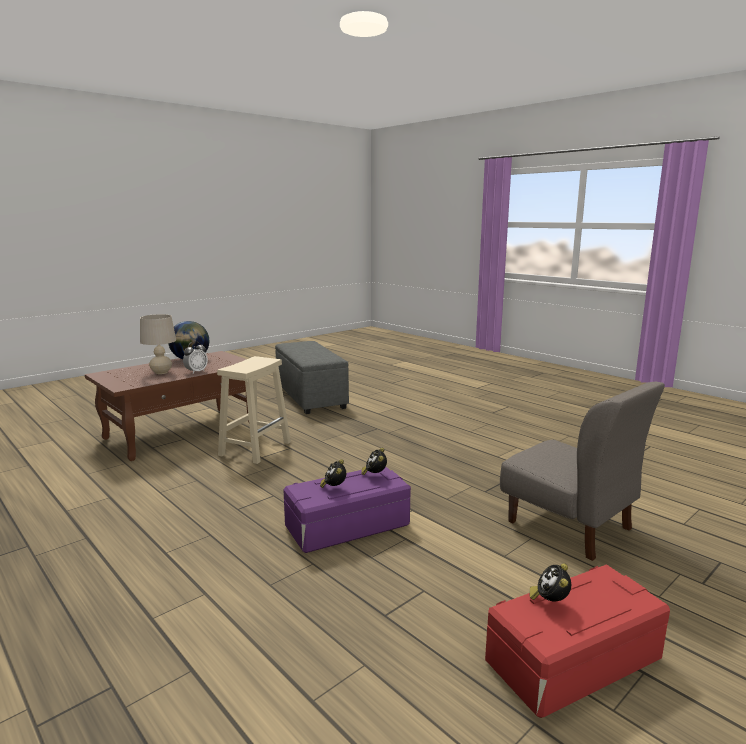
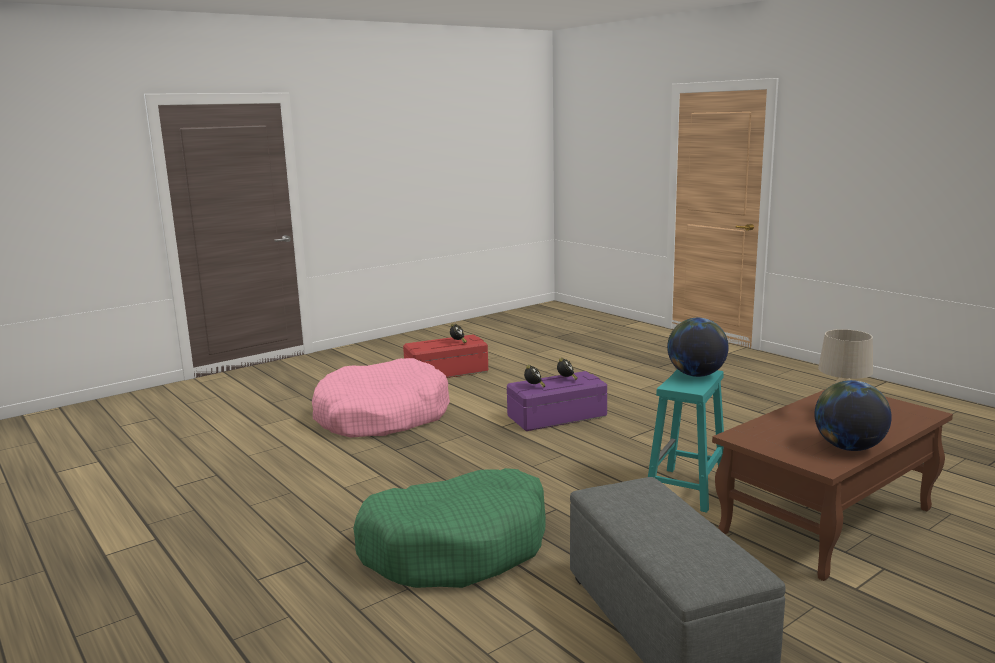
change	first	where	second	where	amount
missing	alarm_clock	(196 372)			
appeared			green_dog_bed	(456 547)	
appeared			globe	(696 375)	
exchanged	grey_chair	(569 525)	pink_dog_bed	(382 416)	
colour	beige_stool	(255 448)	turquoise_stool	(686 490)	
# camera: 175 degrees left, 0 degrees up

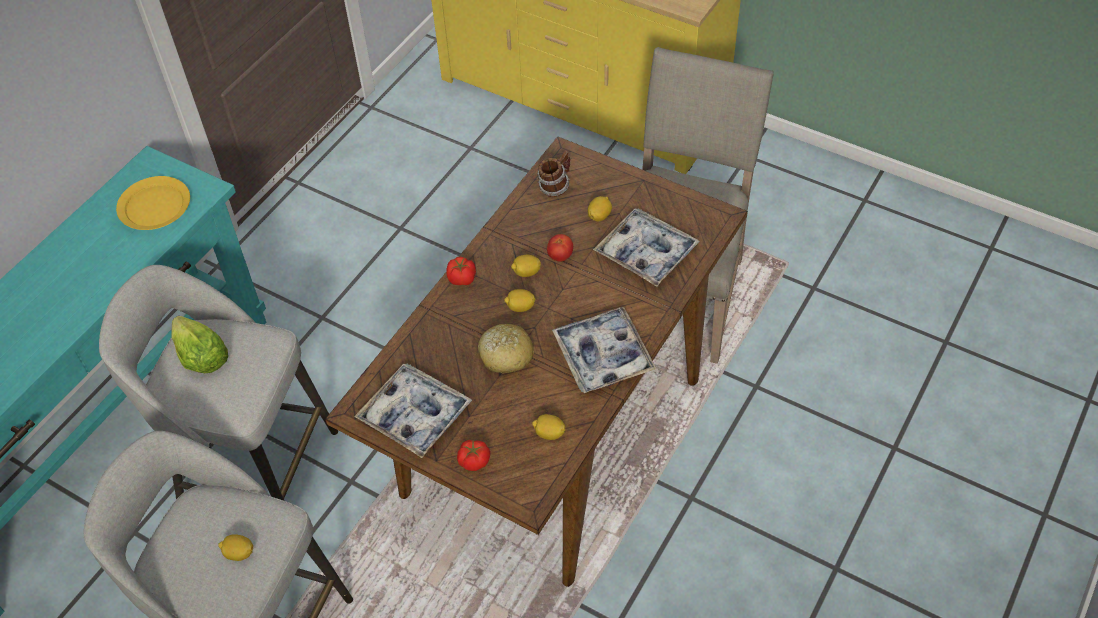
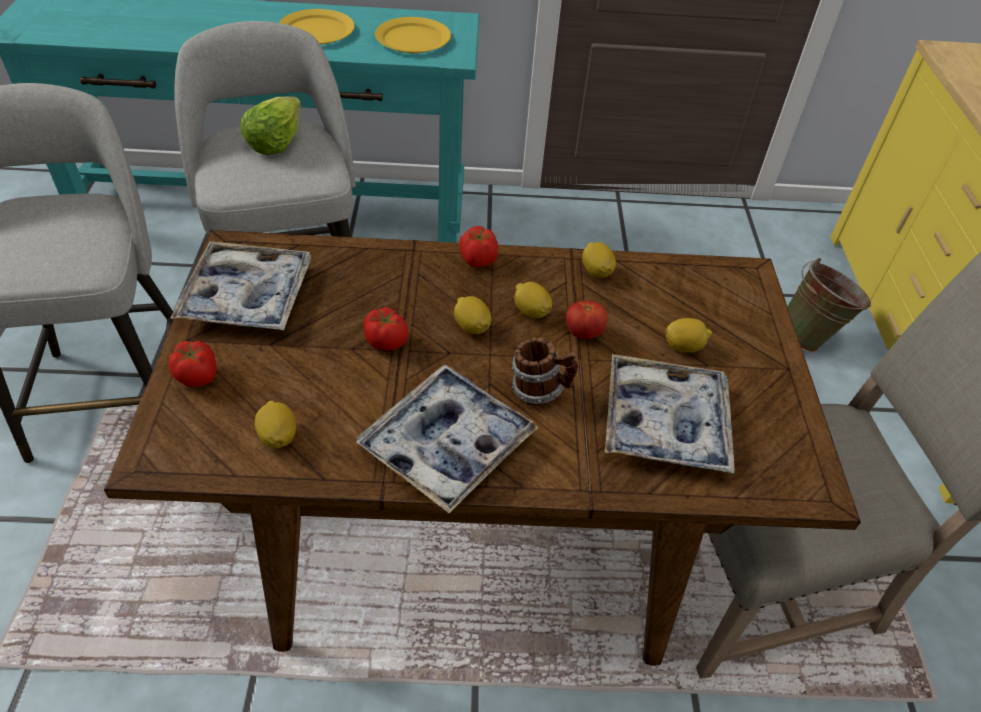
change	first	where	second	where	amount
appeared			yellow_plate	(317 31)	
appeared			green_bucket	(809 338)	
relocated	lemon	(239 553)		(596 271)	
relocated	mug	(555 187)		(540 391)	
exchanged	bread	(505 355)	tomato	(386 342)	
# camera: 55 degrees right, 5 degrees down

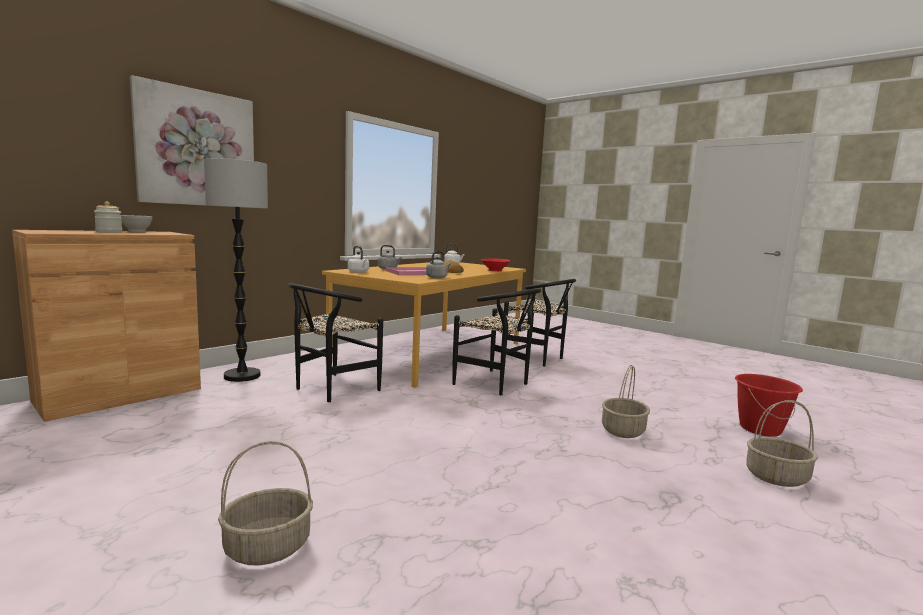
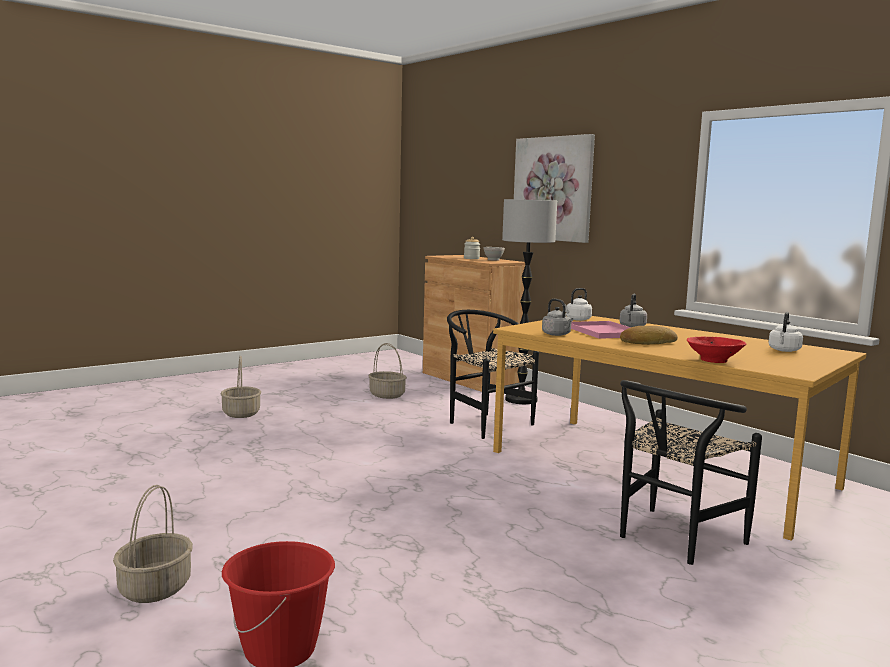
change	first	where	second	where	amount
missing	black_chair	(497 384)			
relocated	basket	(622 430)		(387 395)	
# camera: 100 degrees right, 0 degrees up

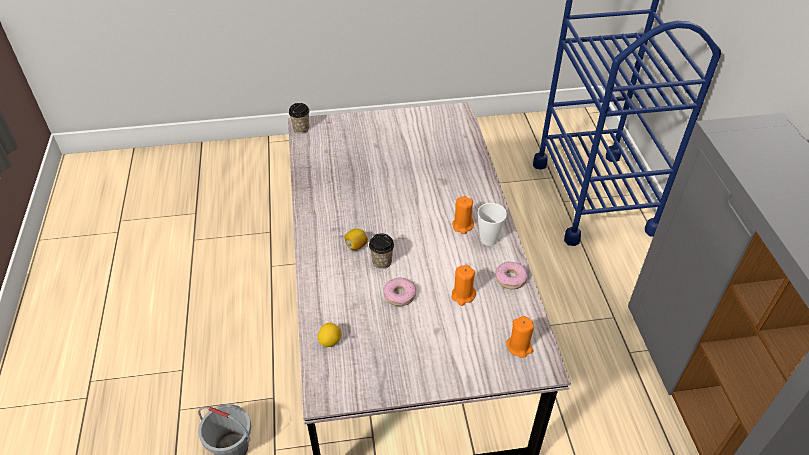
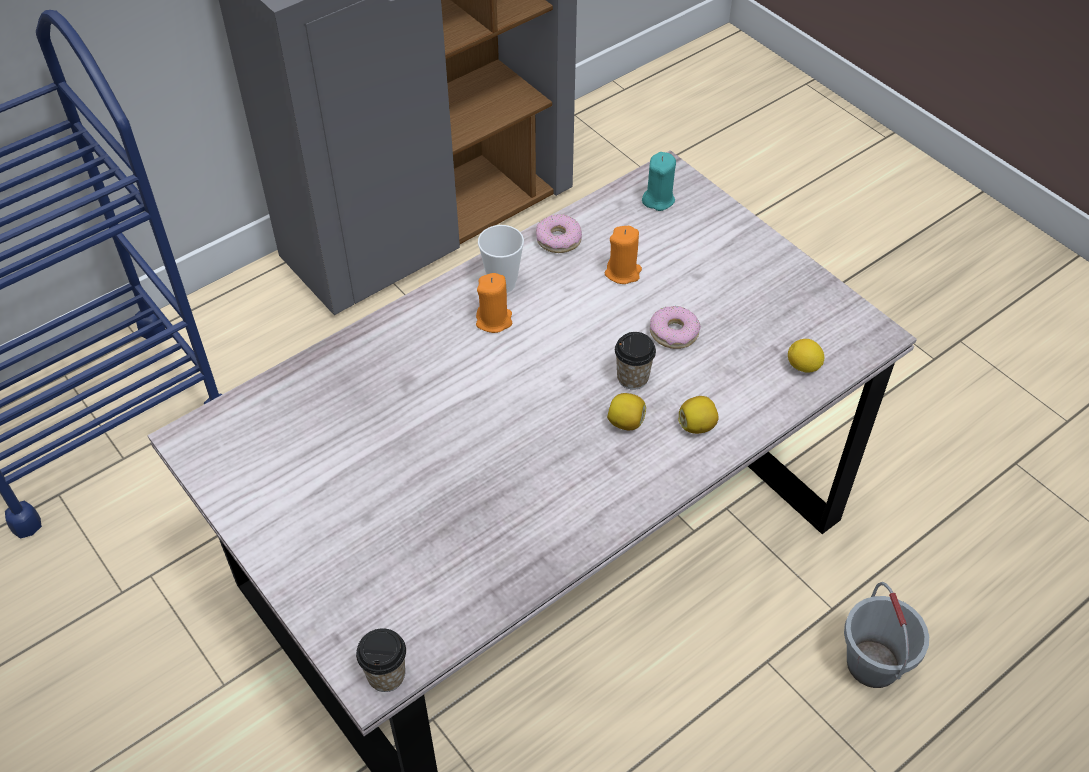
change	first	where	second	where	amount
appeared			lemon	(697 425)	
colour	orange_candle	(519 347)	turquoise_candle	(658 199)	
# camera: 120 degrees left, 5 degrees up

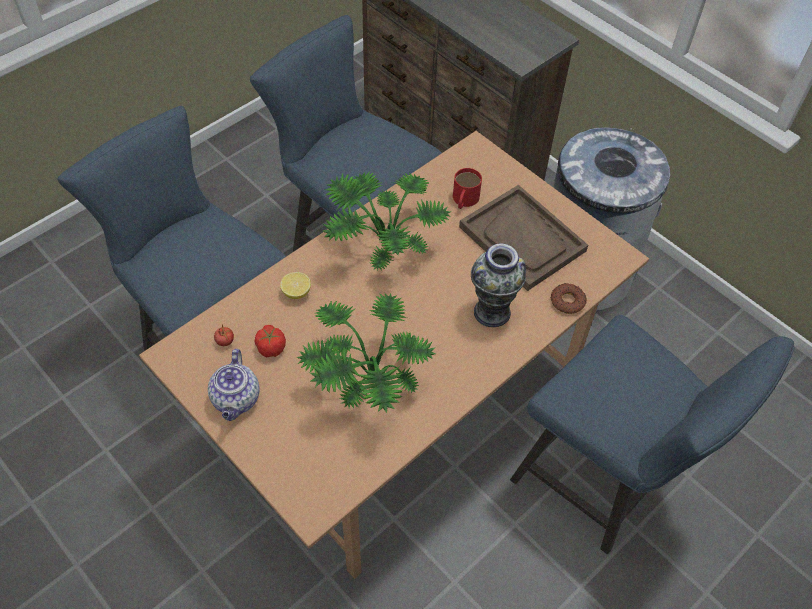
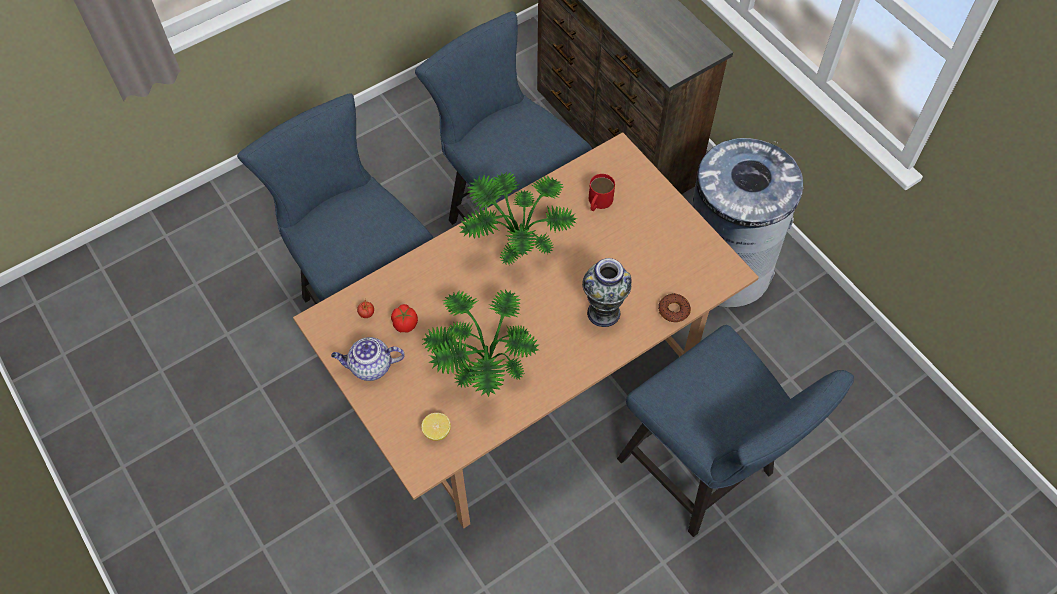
change	first	where	second	where	amount
missing	brown_tray	(522 239)			
relocated	lemon	(296 292)		(437 431)	
spun	teapot	(236 400)		(370 367)	75 degrees clockwise
# camera: 10 degrees right, 5 degrees up

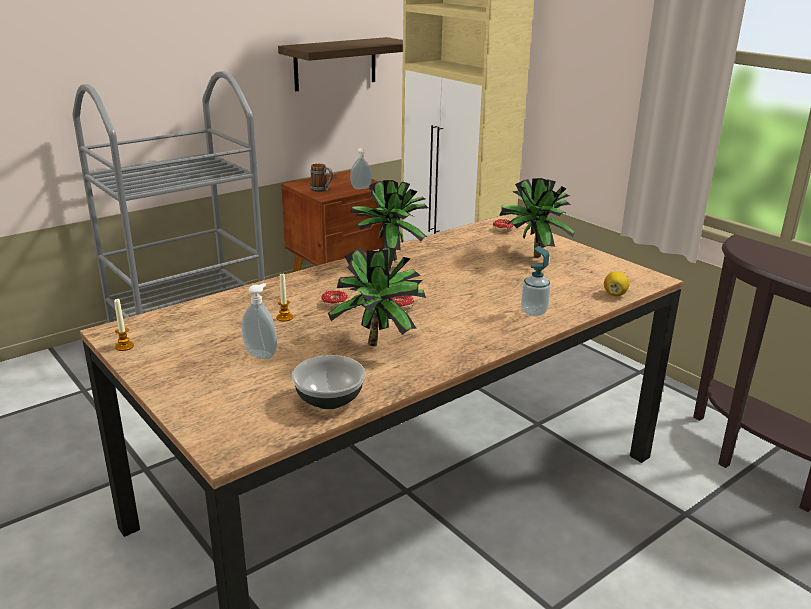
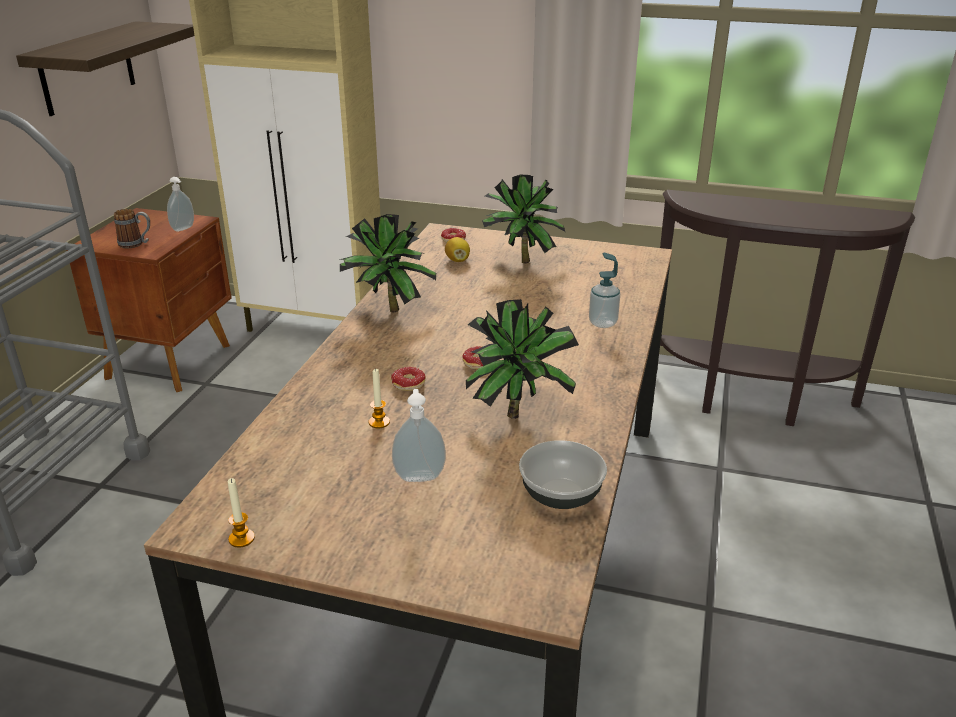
change	first	where	second	where	amount
relocated	lemon	(614 294)		(457 260)	
# camera: 35 degrees left, 5 degrees up

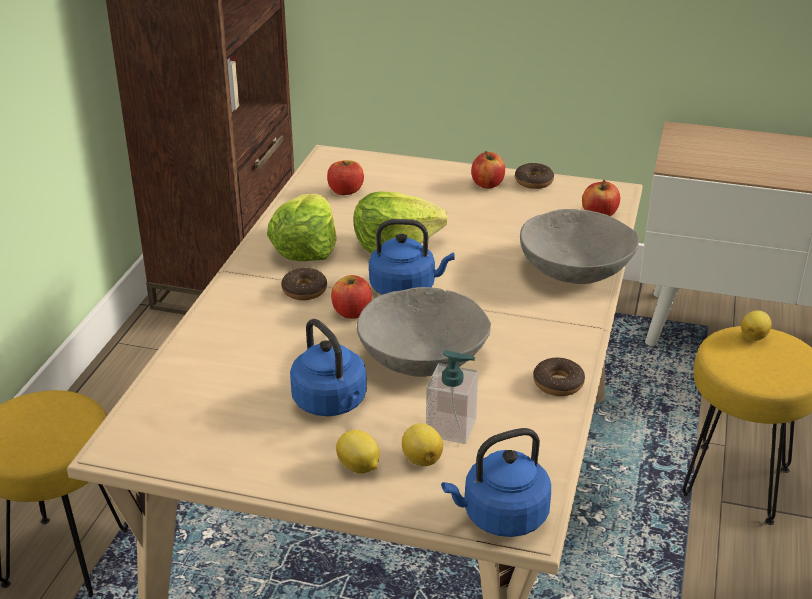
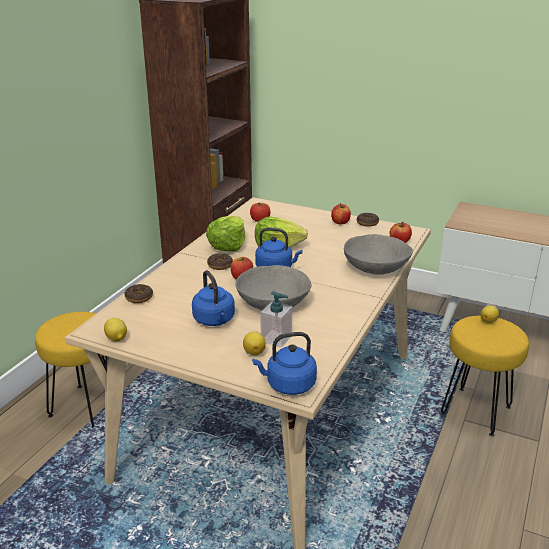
change	first	where	second	where	amount
relocated	lemon	(359 467)		(116 339)	
relocated	donut	(558 383)		(139 297)	
# camera: 10 degrees right, 5 degrees down

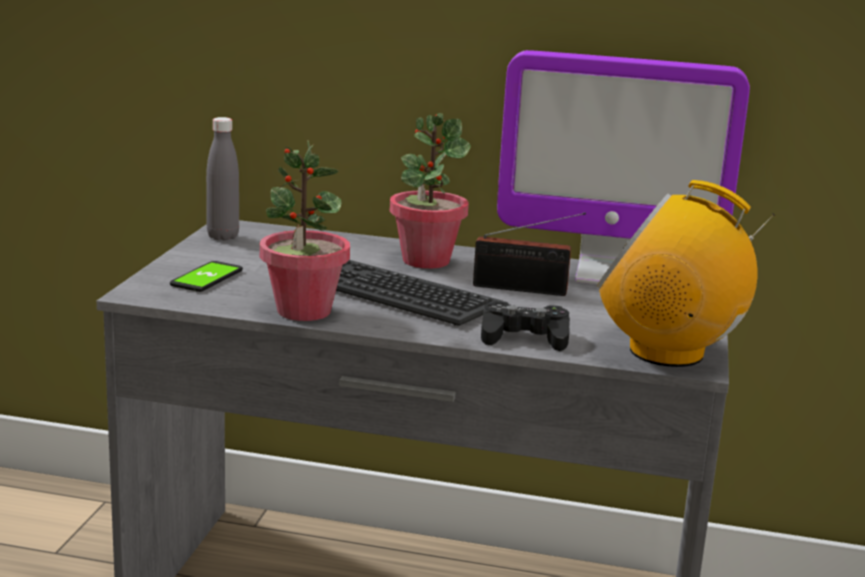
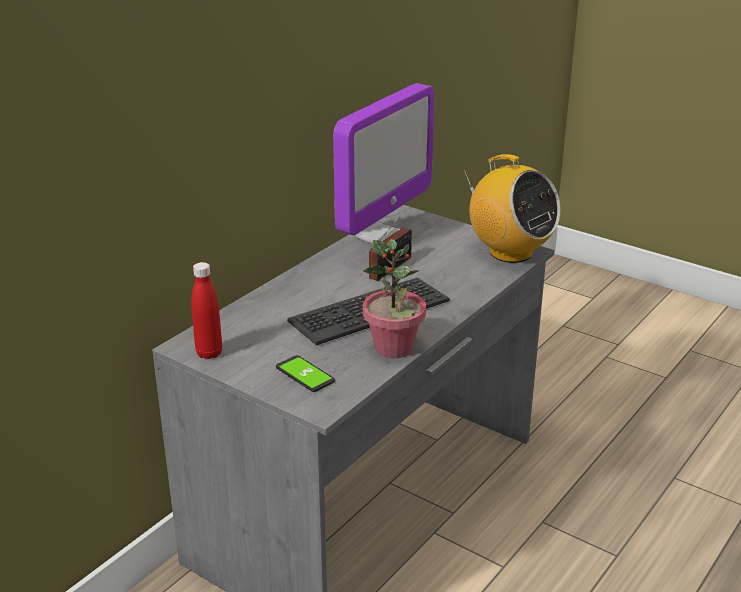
change	first	where	second	where	amount
missing	potted_plant	(425 260)			
missing	black_game_controller	(524 337)			
colour	grey_bottle	(223 236)	red_bottle	(209 353)	
spun	radio	(668 352)		(510 253)	90 degrees counterclockwise
# camera: 65 degrees left, 10 degrees up

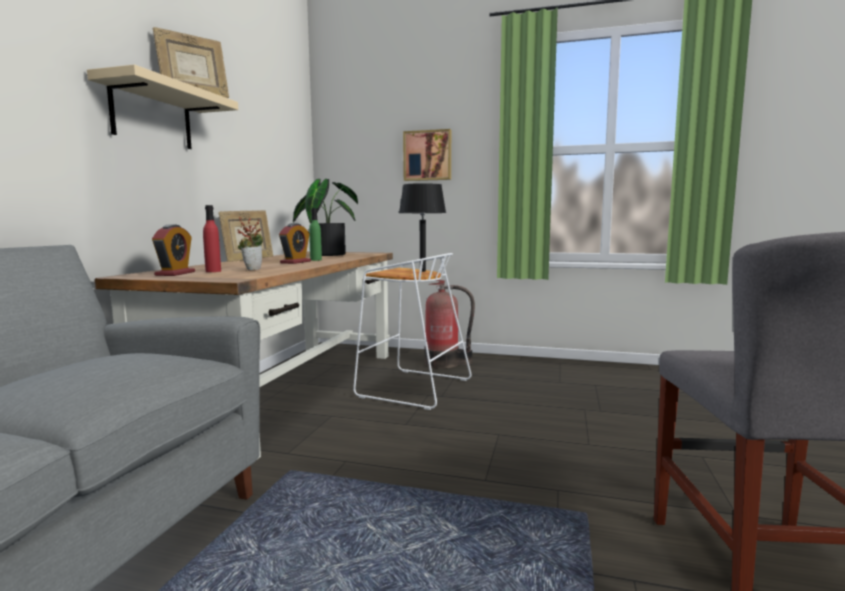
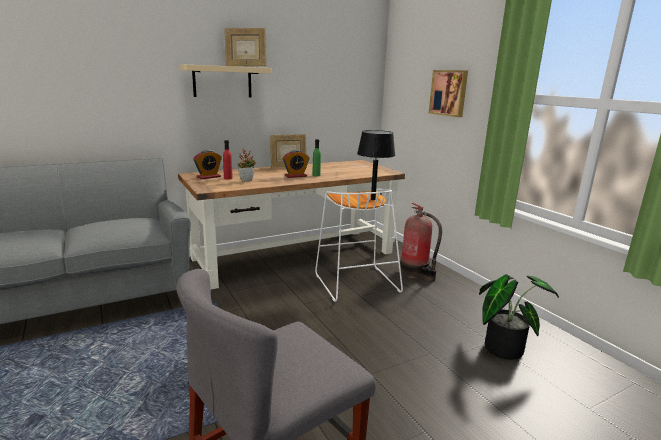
change	first	where	second	where	amount
relocated	potted_plant	(327 254)		(503 346)	
# camera: 45 degrees right, 10 degrees up

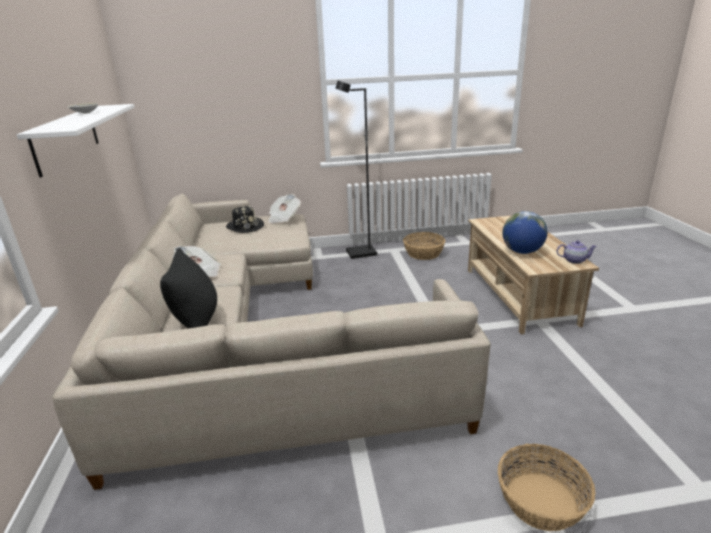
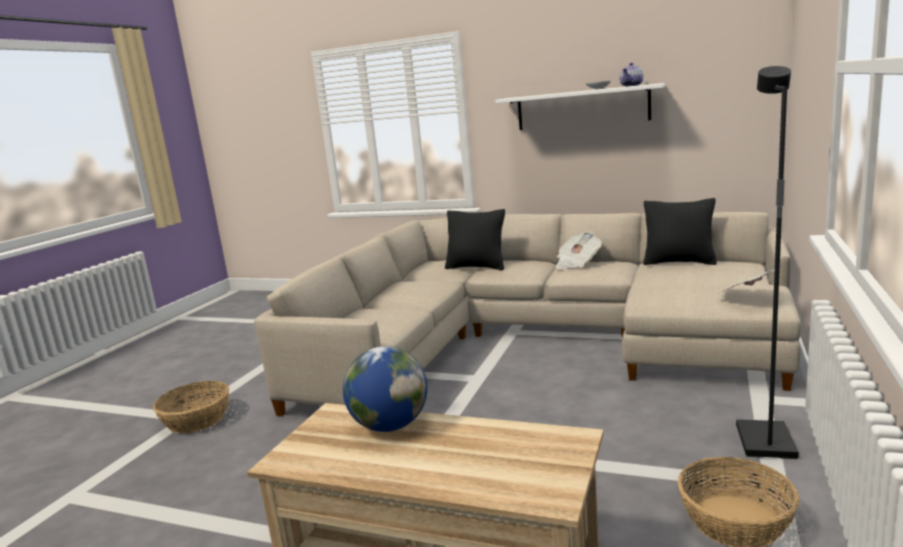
change	first	where	second	where	amount
missing	black_hat	(245 227)			
appeared			black_pillow	(679 262)	
relocated	teapot	(574 260)		(632 86)	
# camera: 120 degrees right, 10 degrees down

